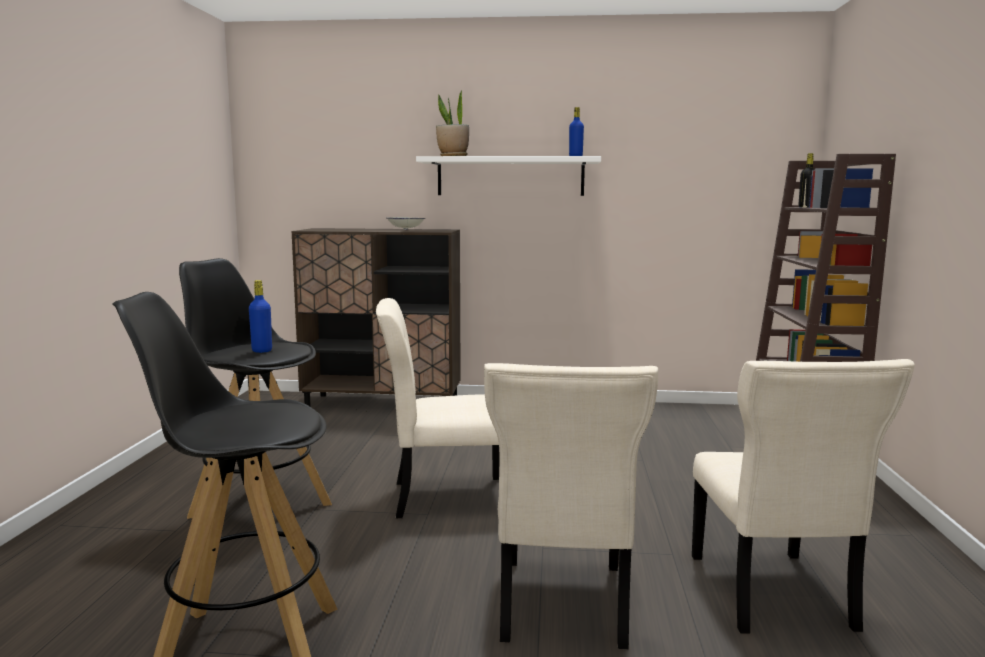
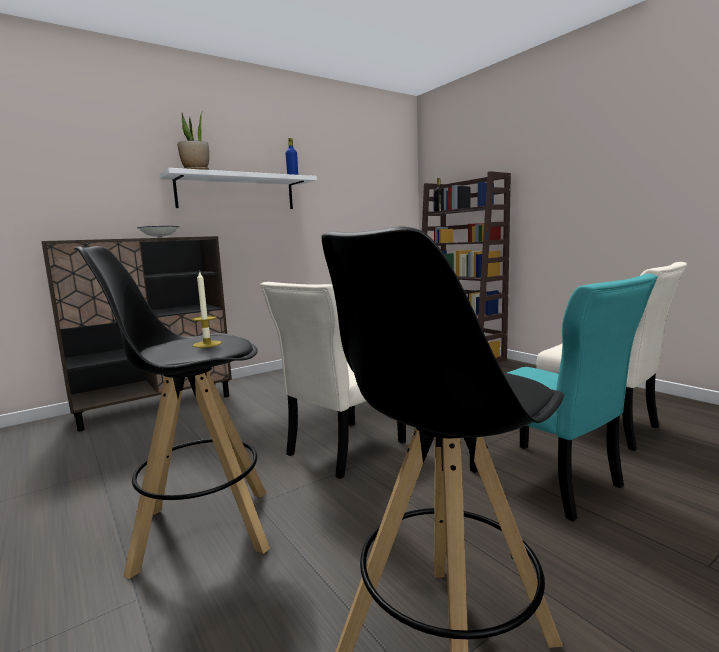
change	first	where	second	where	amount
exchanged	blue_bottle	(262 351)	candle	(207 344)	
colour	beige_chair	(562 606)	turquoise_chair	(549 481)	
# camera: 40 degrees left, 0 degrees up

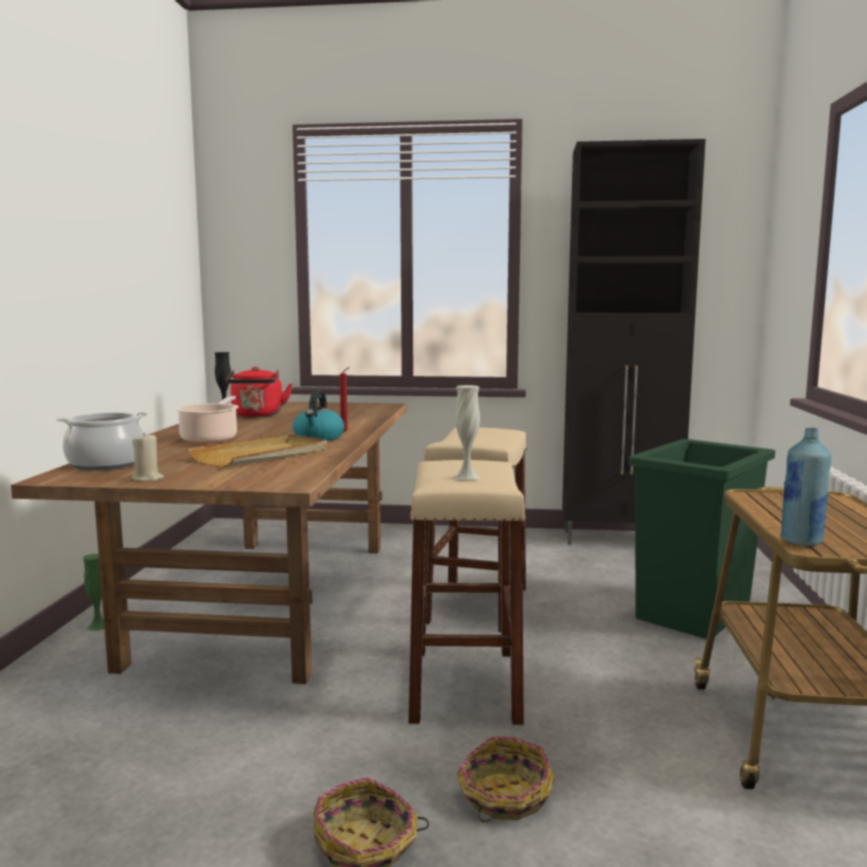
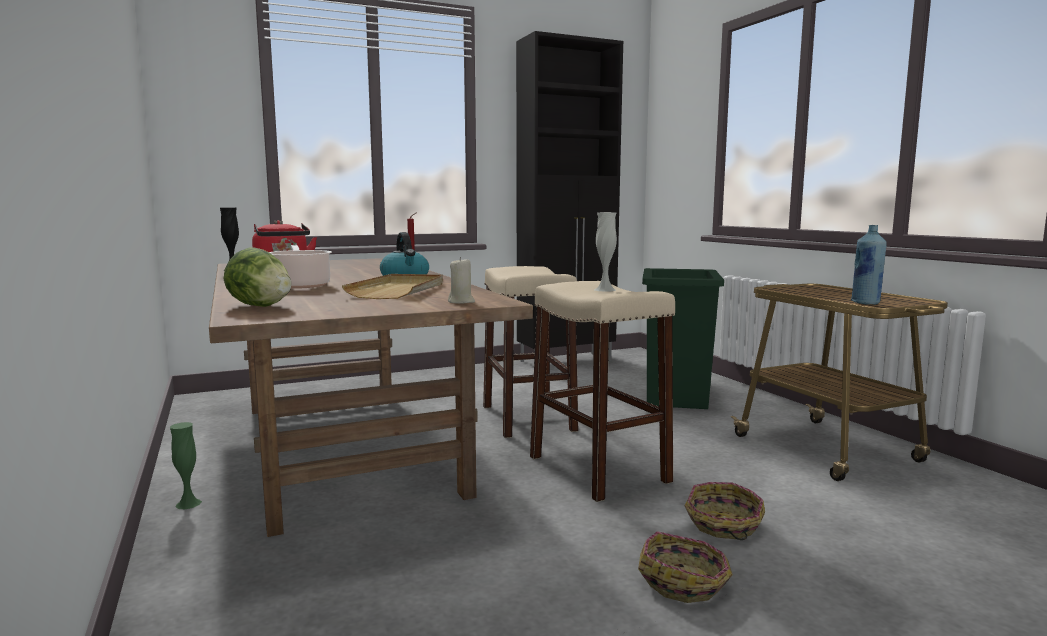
change	first	where	second	where	amount
relocated	beige_candle	(147 478)		(461 302)	
exchanged	cooking_pot	(106 464)	lettuce	(260 306)	
# camera: 30 degrees left, 0 degrees up

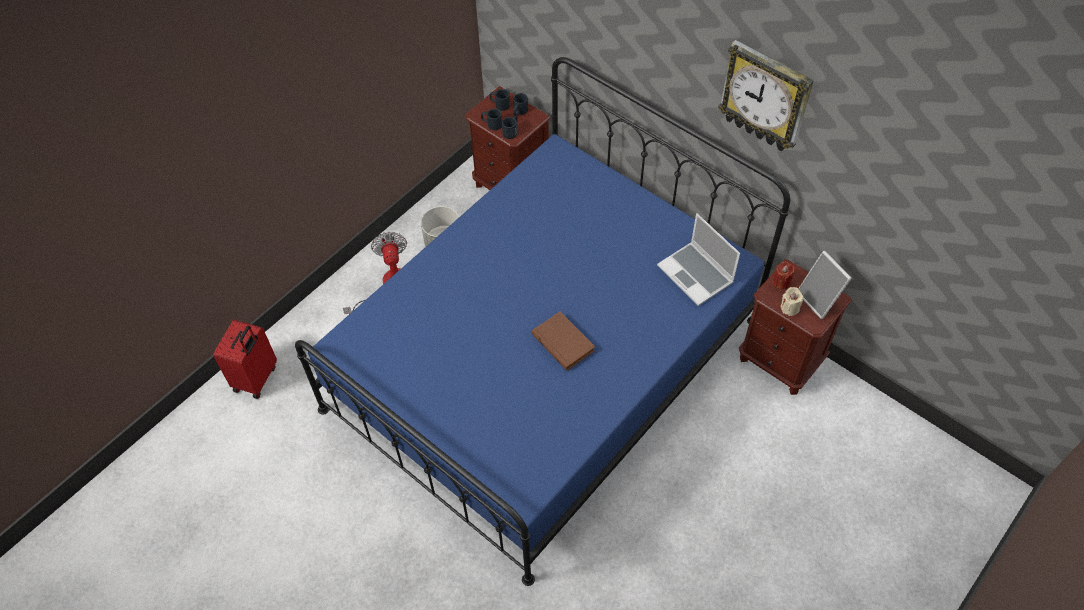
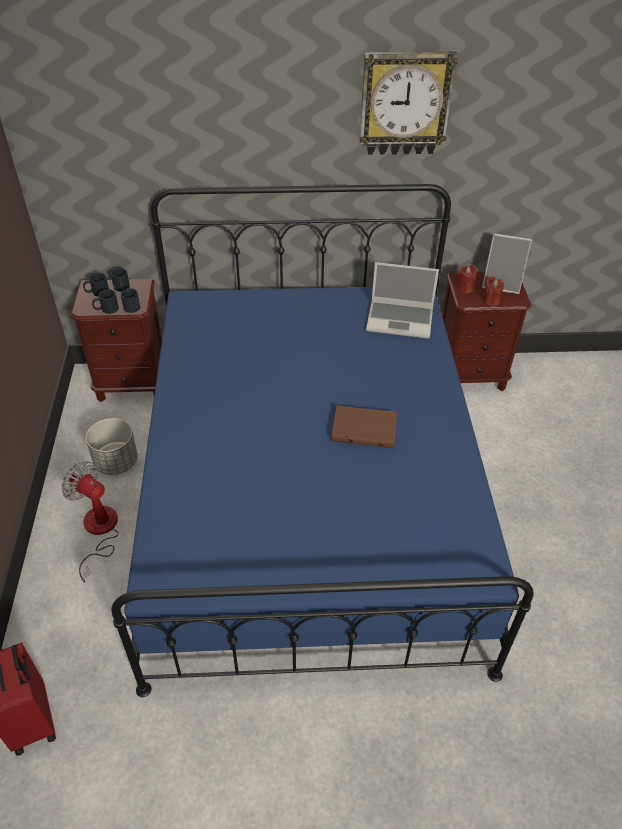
change	first	where	second	where	amount
colour	beige_candle	(789 308)	red_candle	(491 300)	
# camera: 45 degrees left, 10 degrees down

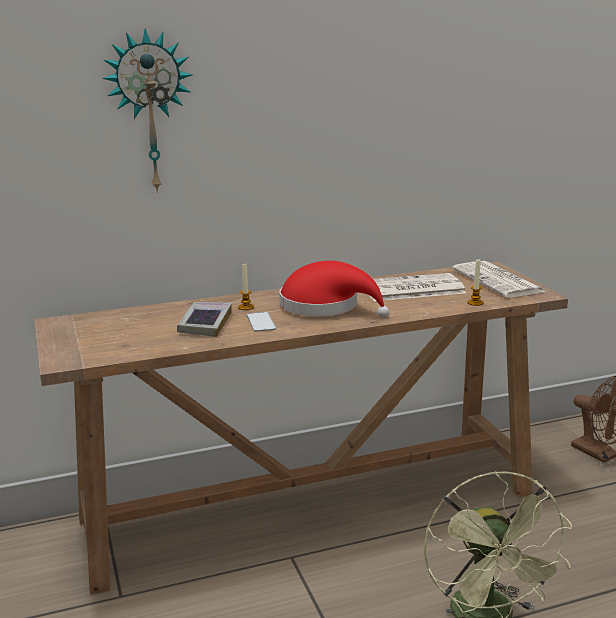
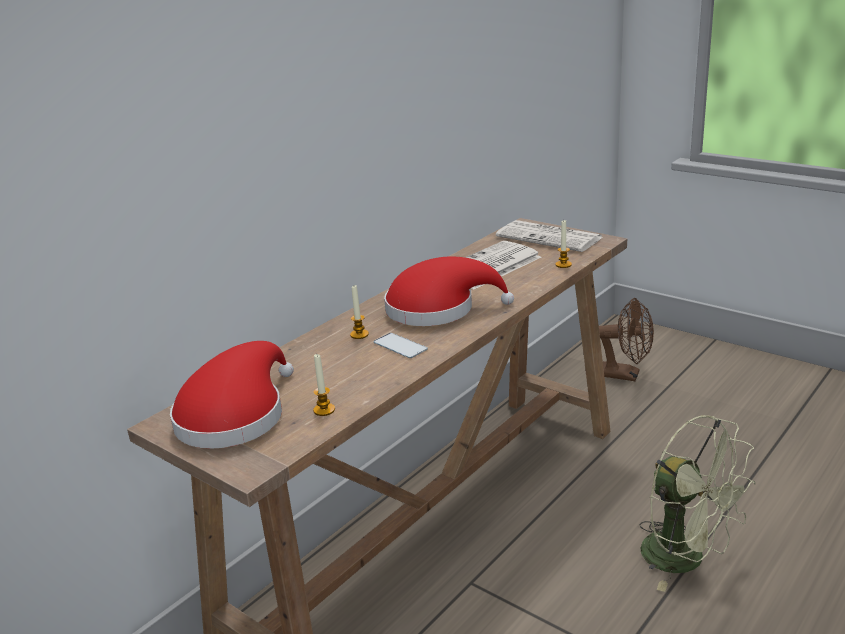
change	first	where	second	where	amount
missing	wall_clock	(150 112)			
missing	book	(205 324)			
appeared			red_hat	(235 416)	
appeared			candle	(324 410)	
# camera: 30 degrees left, 5 degrees up

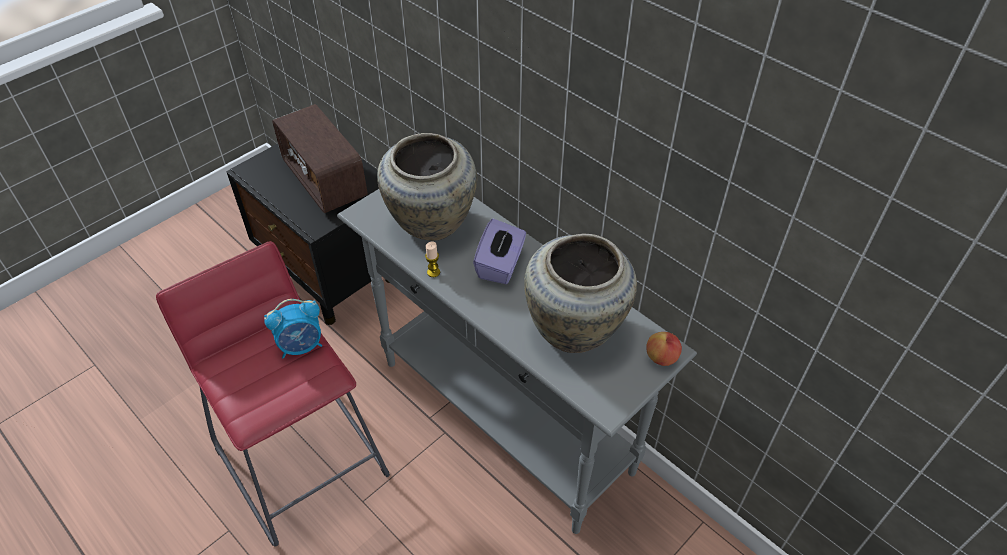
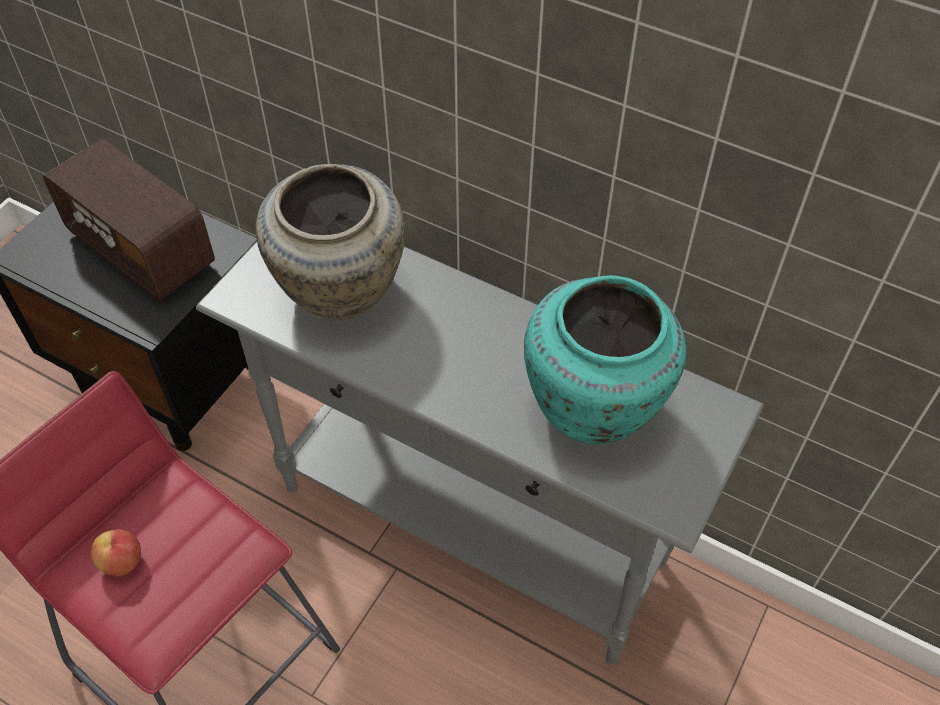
change	first	where	second	where	amount
missing	alarm_clock	(301 346)			
missing	candle	(433 272)			
missing	purple_tissue_box	(500 265)			
relocated	apple	(661 358)		(122 562)	
colour	beige_vase	(576 329)	turquoise_vase	(596 407)	
# camera: 15 degrees left, 5 degrees up

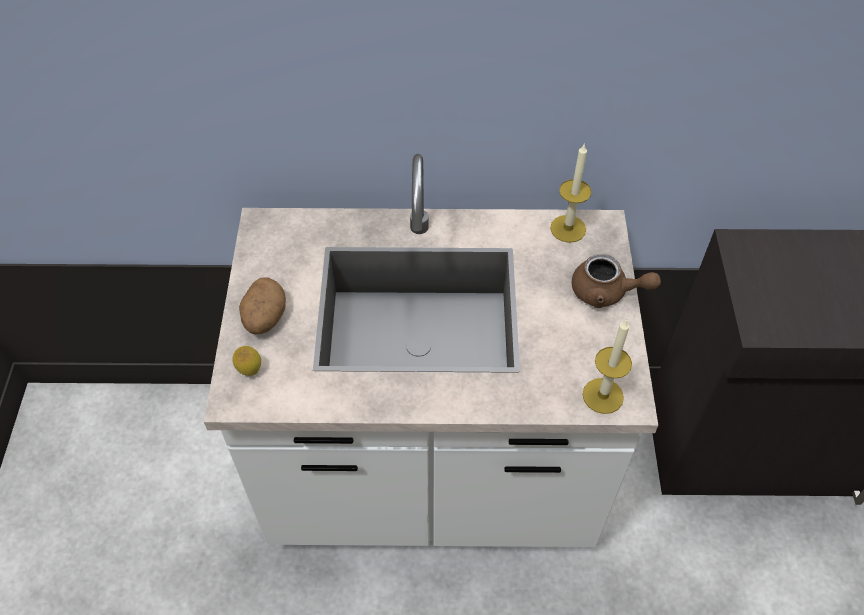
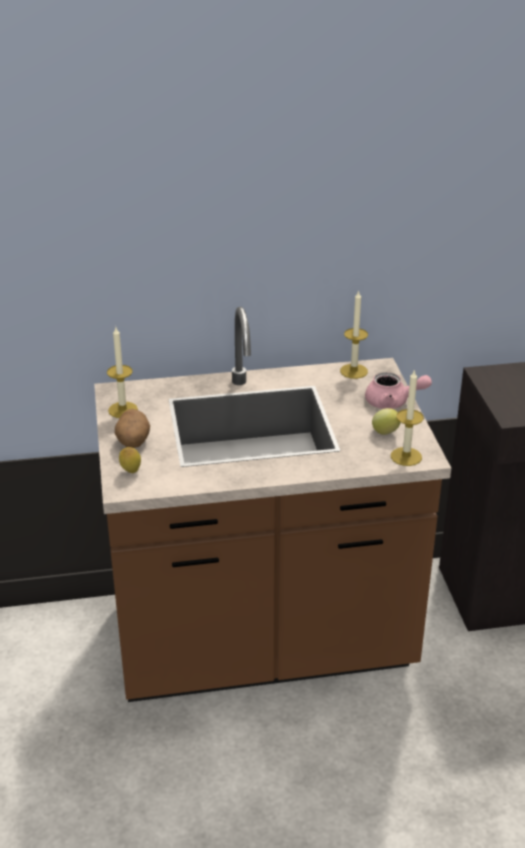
change	first	where	second	where	amount
appeared			candle	(123 410)	
appeared			lemon	(386 433)	
colour	white_counter	(432 478)	brown_counter	(262 646)	
colour	brown_teapot	(606 292)	pink_teapot	(393 402)	
# camera: 10 degrees left, 20 degrees down

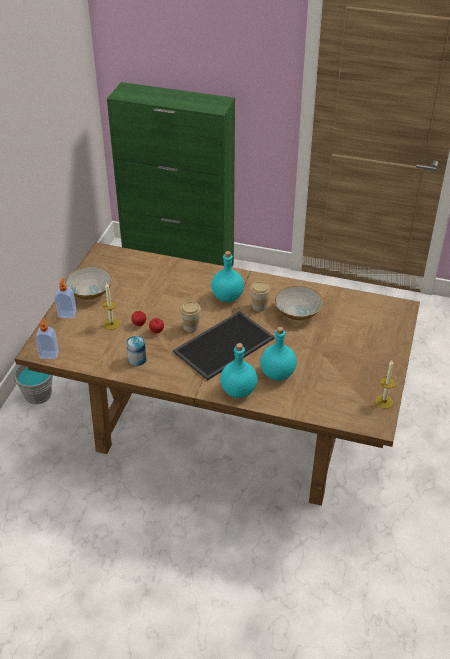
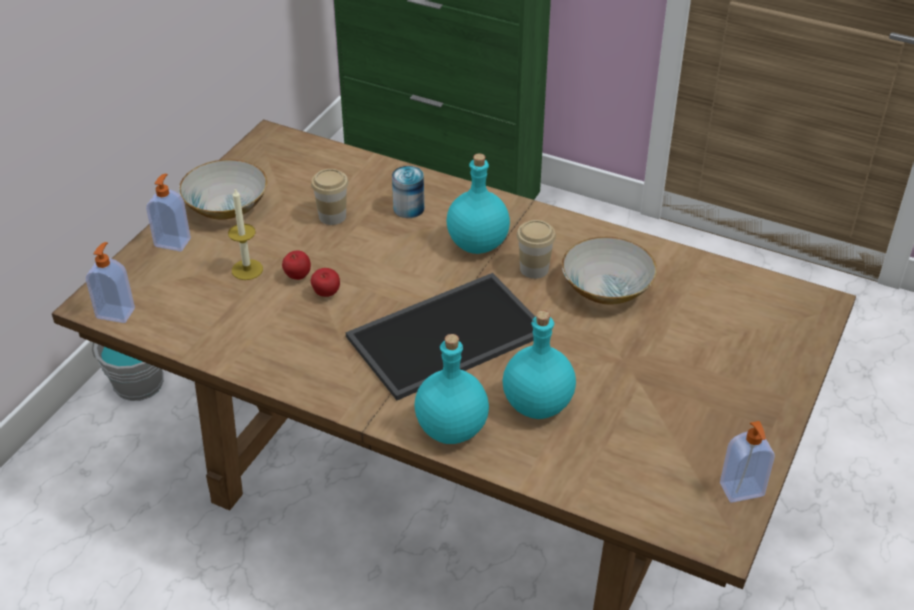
change	first	where	second	where	amount
relocated	can	(137 359)		(408 208)	
relocated	cup	(191 327)		(332 216)	
exchanged	candle	(384 401)	soap_dispenser	(742 491)	
# camera: 10 degrees right, 0 degrees up

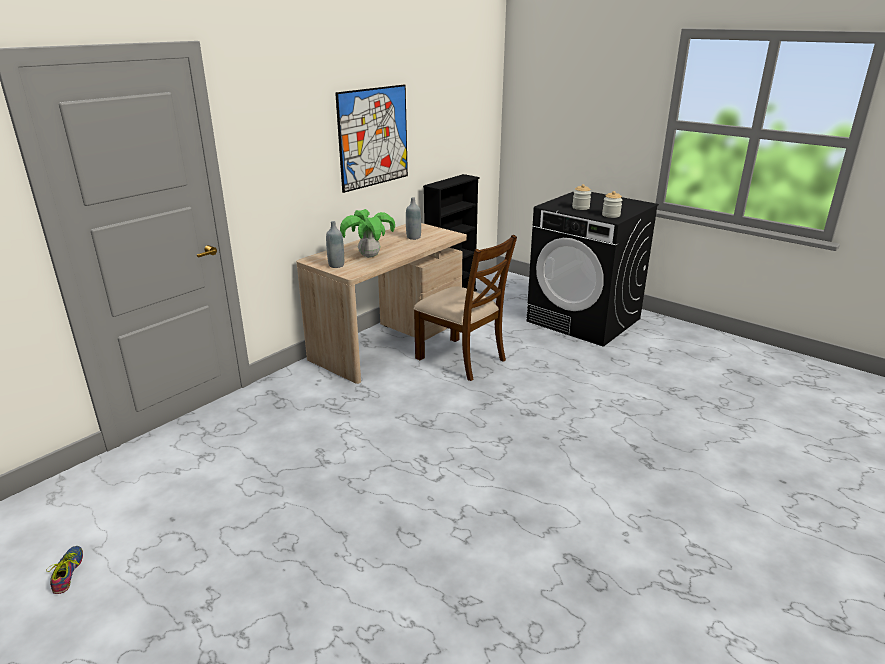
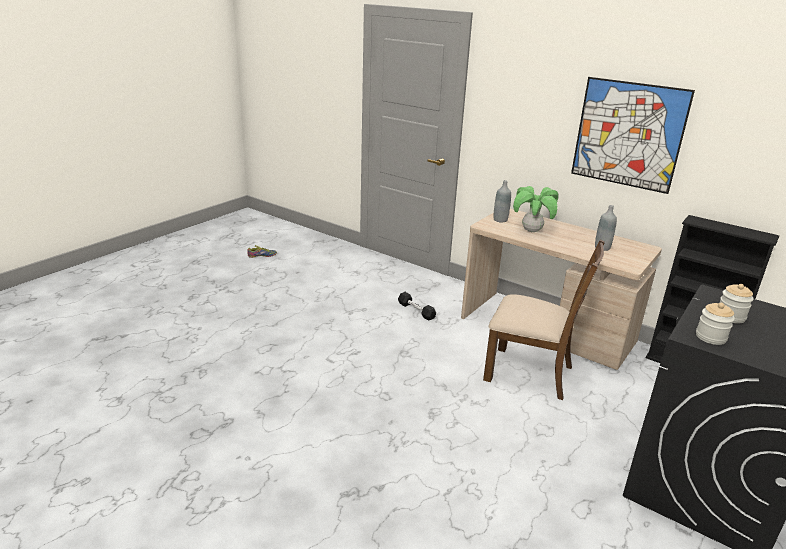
change	first	where	second	where	amount
appeared			black_dumbbell	(416 311)	
spun	brown_chair	(462 359)		(530 373)	105 degrees counterclockwise
# camera: 85 degrees right, 0 degrees up

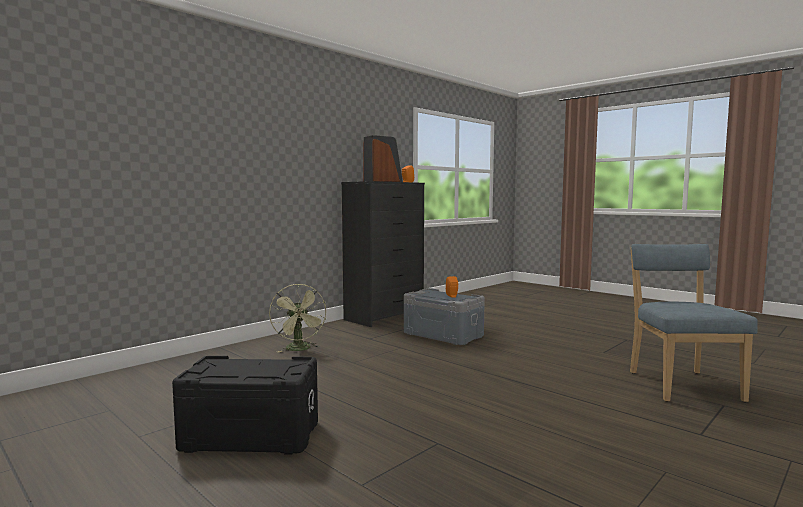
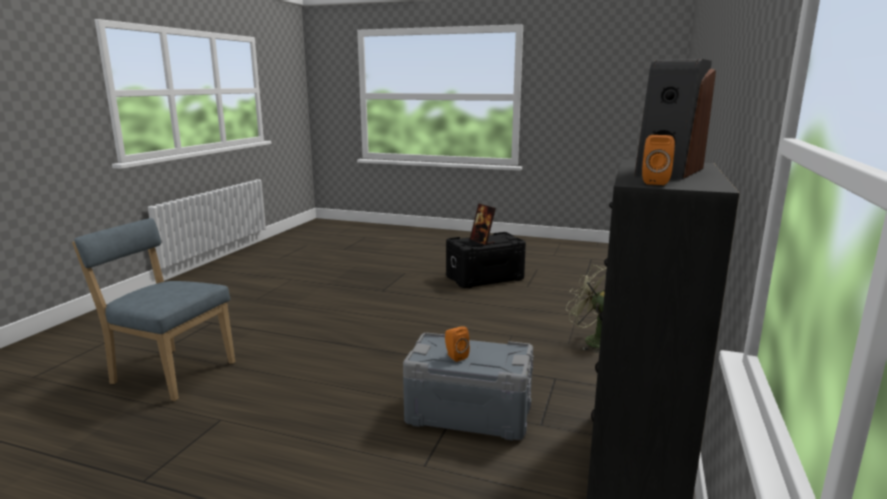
change	first	where	second	where	amount
appeared			picture_frame	(482 241)	
spun	blue_chair	(681 384)		(170 372)	135 degrees clockwise
# camera: 155 degrees right, 10 degrees up

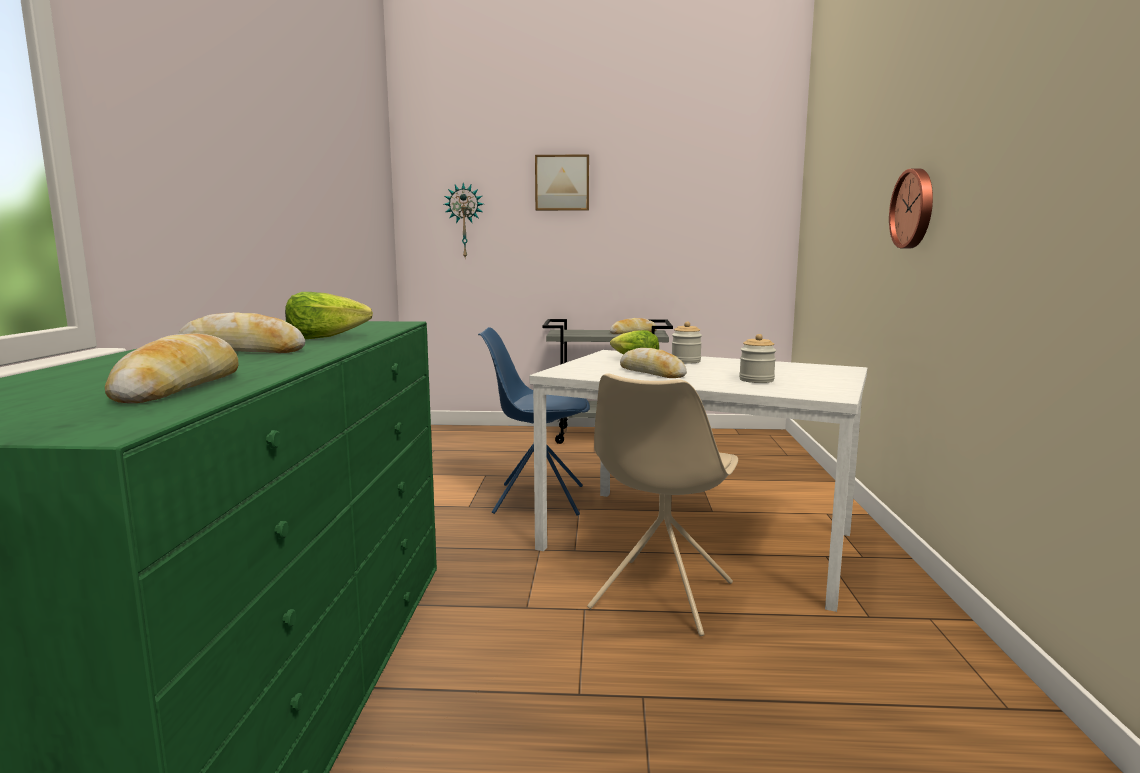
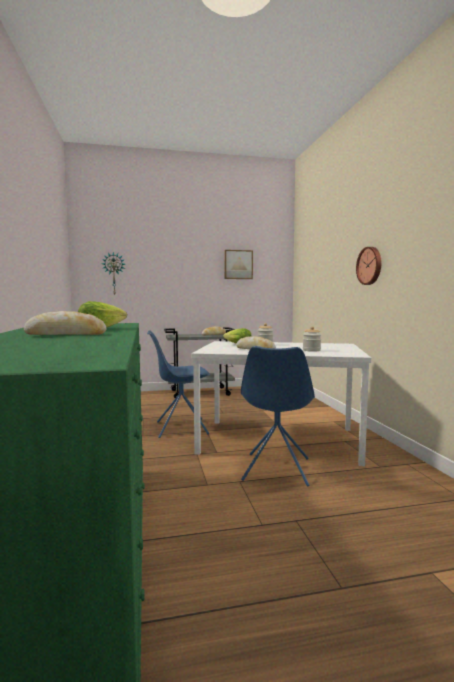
change	first	where	second	where	amount
missing	bread	(179 387)			
relocated	picture	(562 183)		(238 264)	
colour	beige_chair	(660 597)	blue_chair	(276 470)	
# camera: 15 degrees left, 5 degrees down

